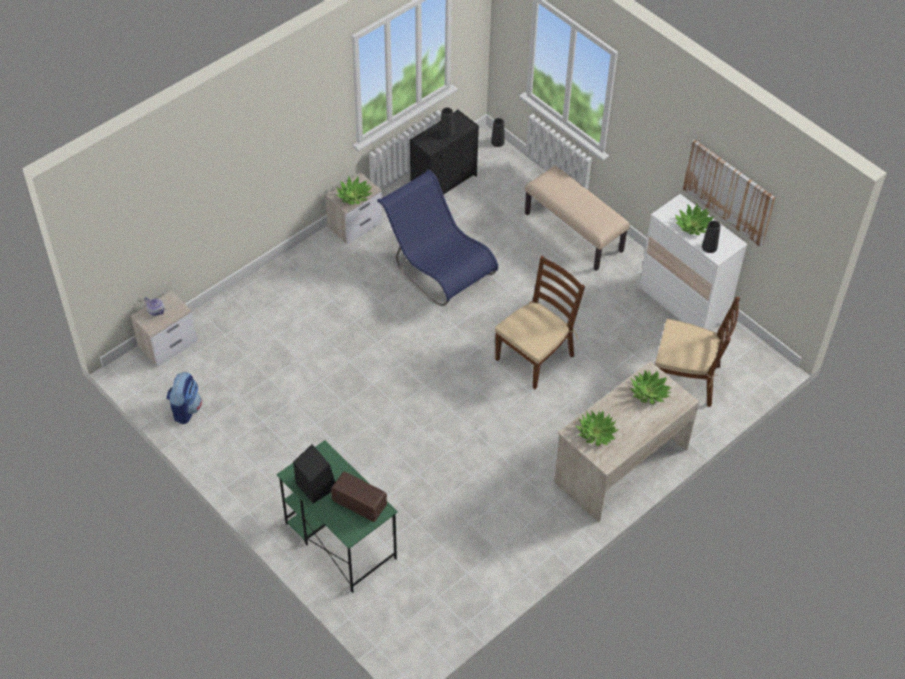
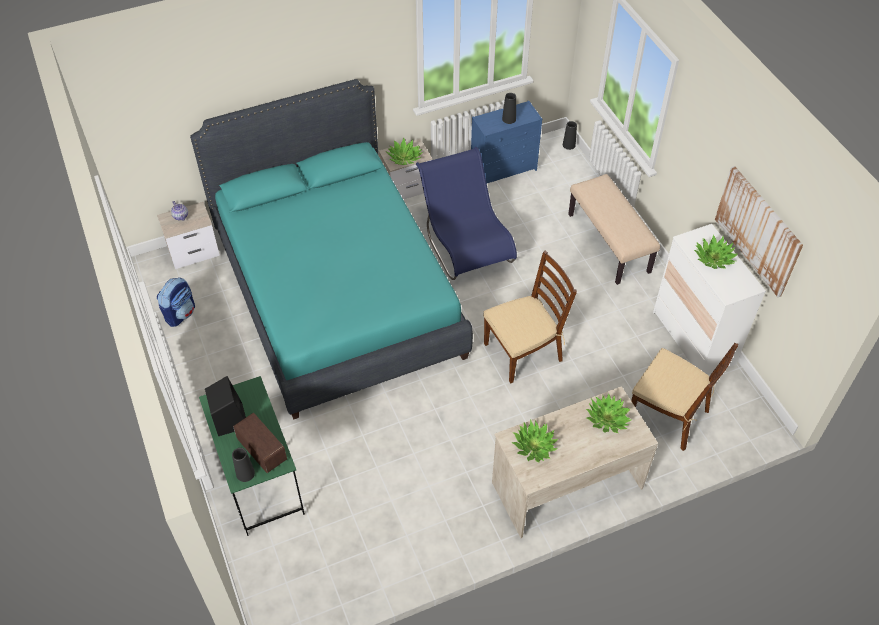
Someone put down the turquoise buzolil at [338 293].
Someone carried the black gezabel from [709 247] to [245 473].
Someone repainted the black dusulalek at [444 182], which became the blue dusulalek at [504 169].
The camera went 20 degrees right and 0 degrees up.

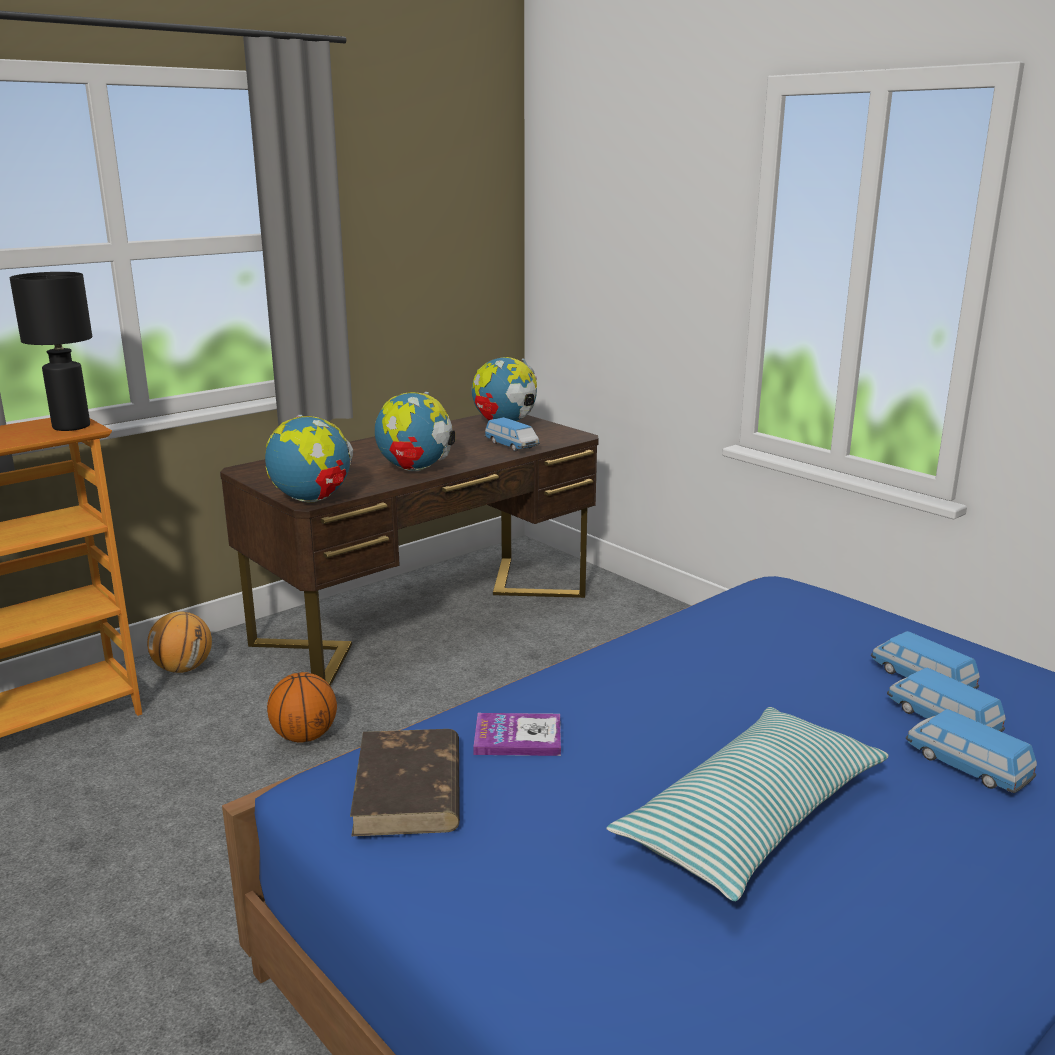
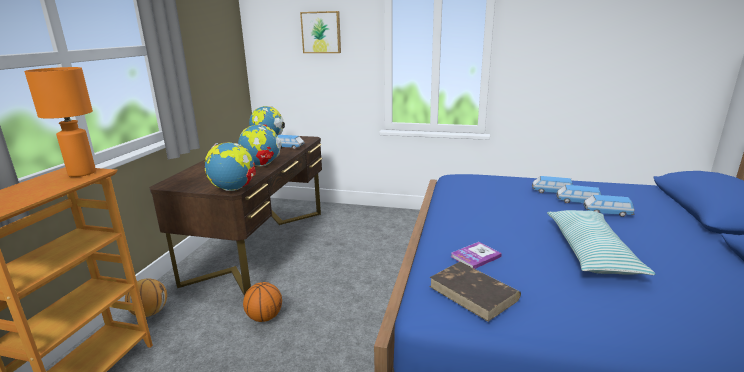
Someone repainted the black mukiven at [70 427], which became the orange mukiven at [82 173].
Someone put up the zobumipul at [321 32].
The camera went 35 degrees left and 0 degrees up.

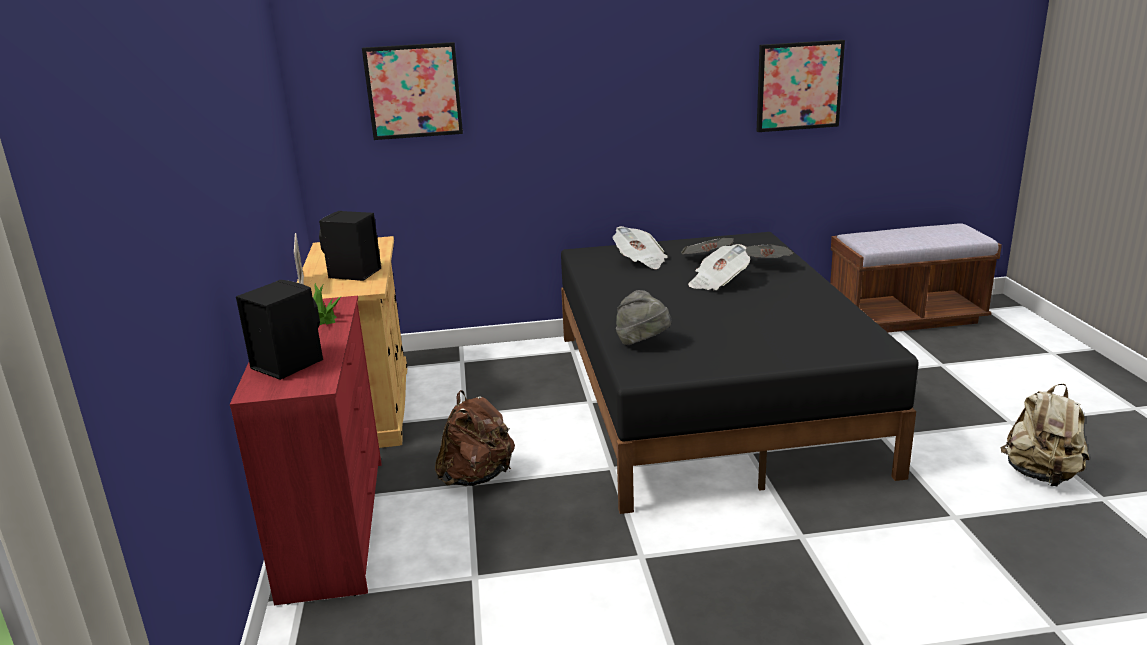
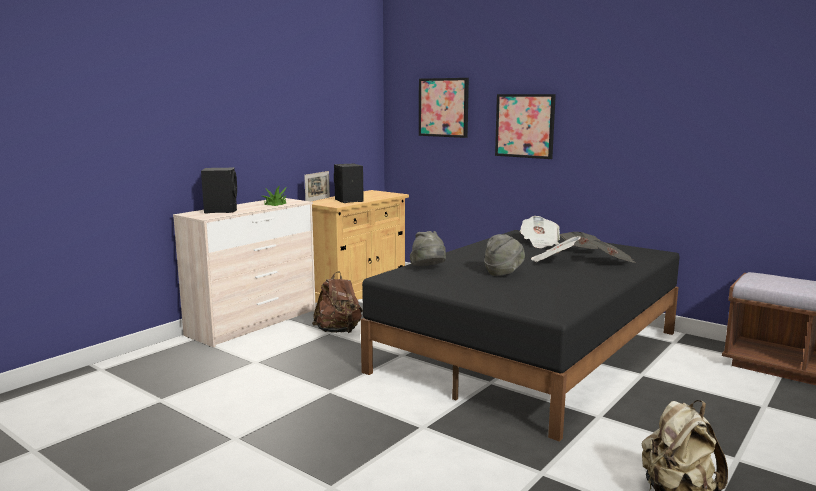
Someone repainted the red dusulalek at [336 527], which became the beige dusulalek at [253 323].
Someone put down the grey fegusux at [503 273].
Someone carried the zobumipul from [798 86] to [525 126].
The camera went 45 degrees right and 10 degrees down.

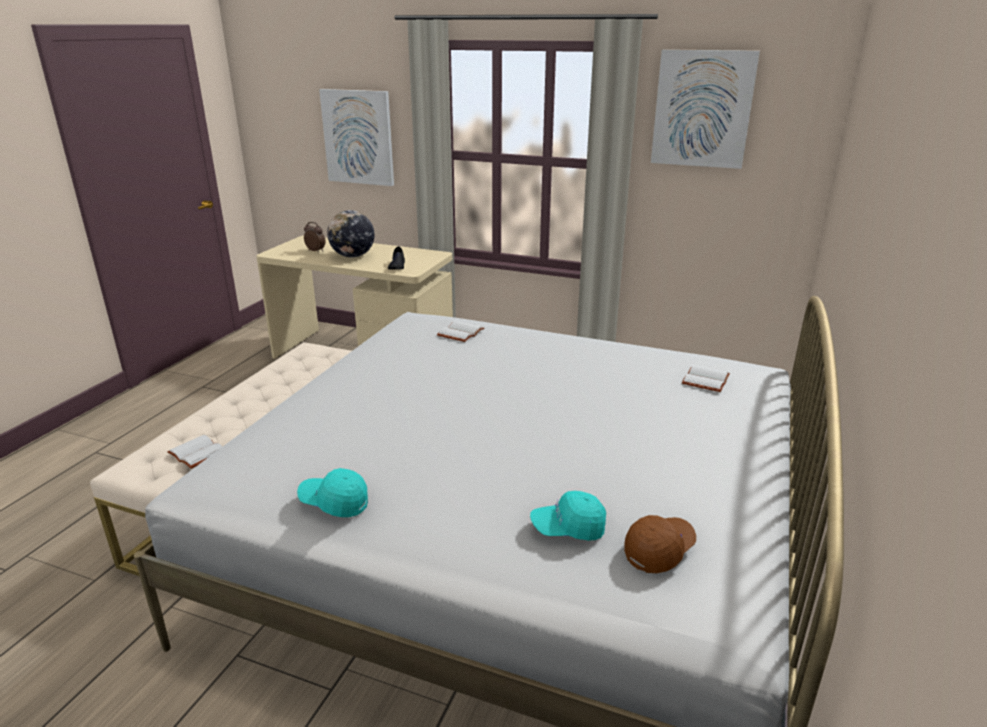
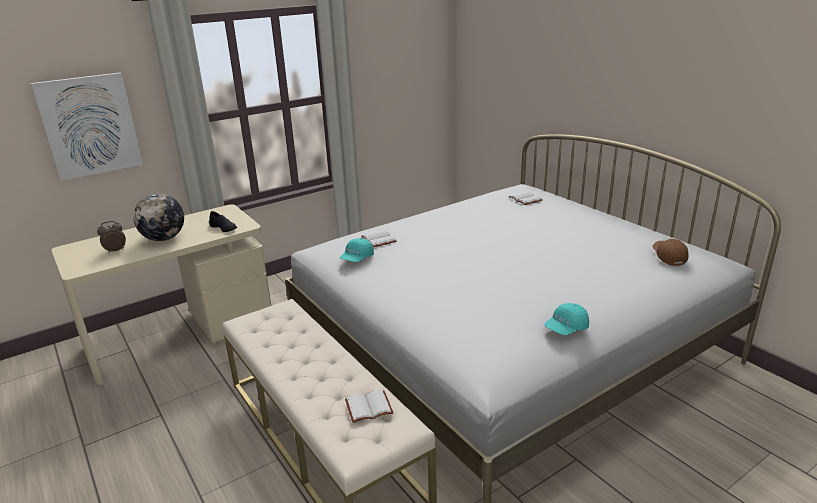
Someone carried the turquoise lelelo from [568 528] to [357 258].
Someone took away the zobumipul at [702 109].
The camera went 55 degrees left and 0 degrees up.

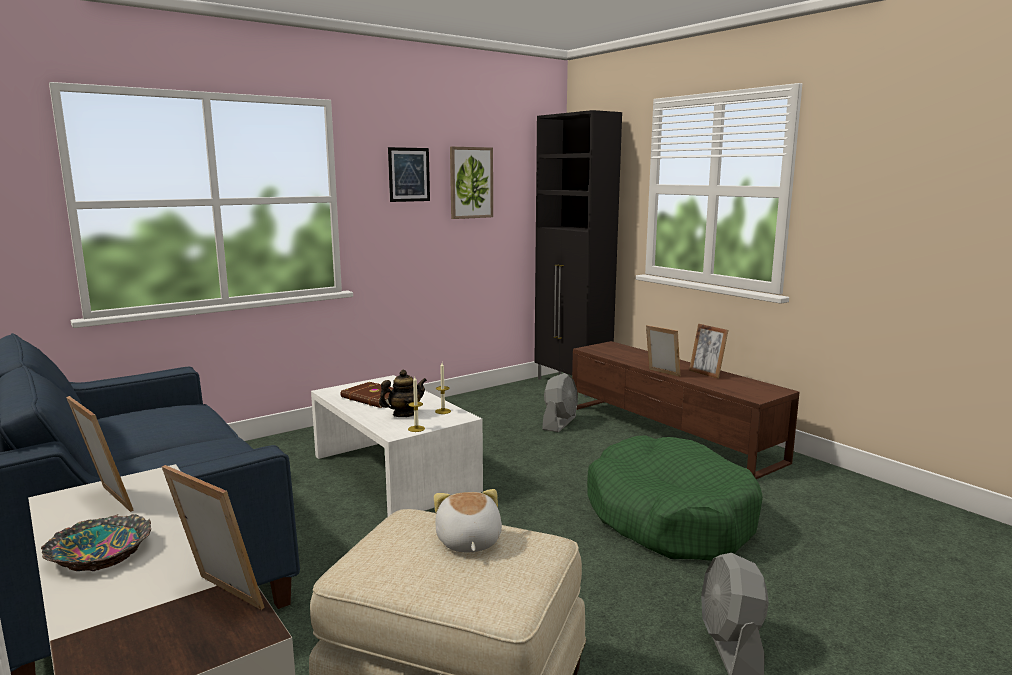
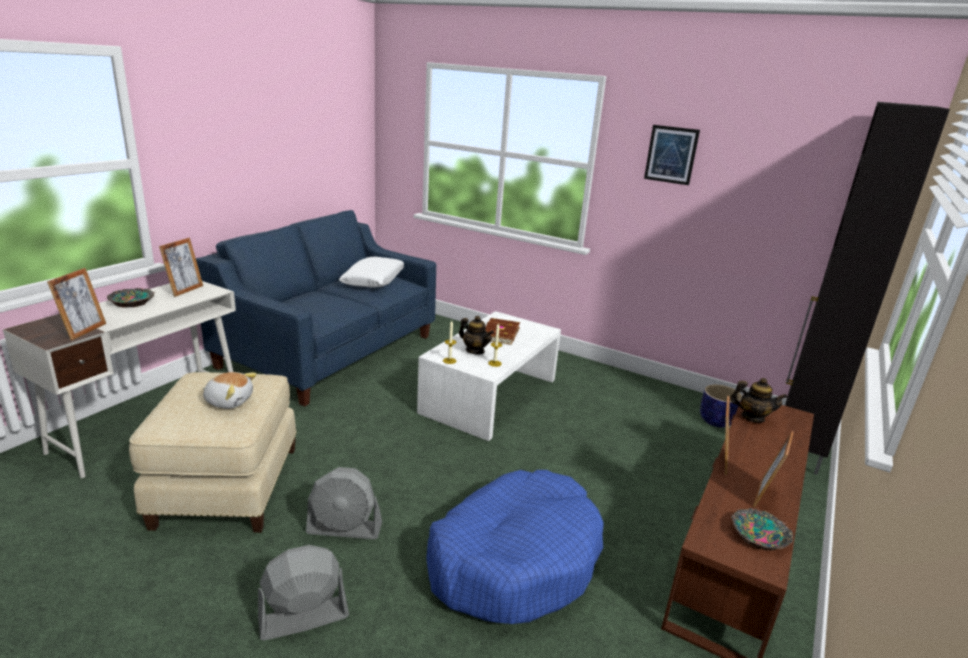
Someone rotated the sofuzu at [467 541] by 45 degrees clockwise.
Someone carried the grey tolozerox from [559 423] to [345 528].
Someone put down the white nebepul at [374 280].
Someone repainted the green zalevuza at [669 517], which became the blue zalevuza at [514 559].
Someone put down the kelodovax at [716 421].
Someone put down the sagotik at [752 417].
Someone put down the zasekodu at [760 535].
Someone took away the zobumipul at [471 182].
The camera went 65 degrees right and 10 degrees up.

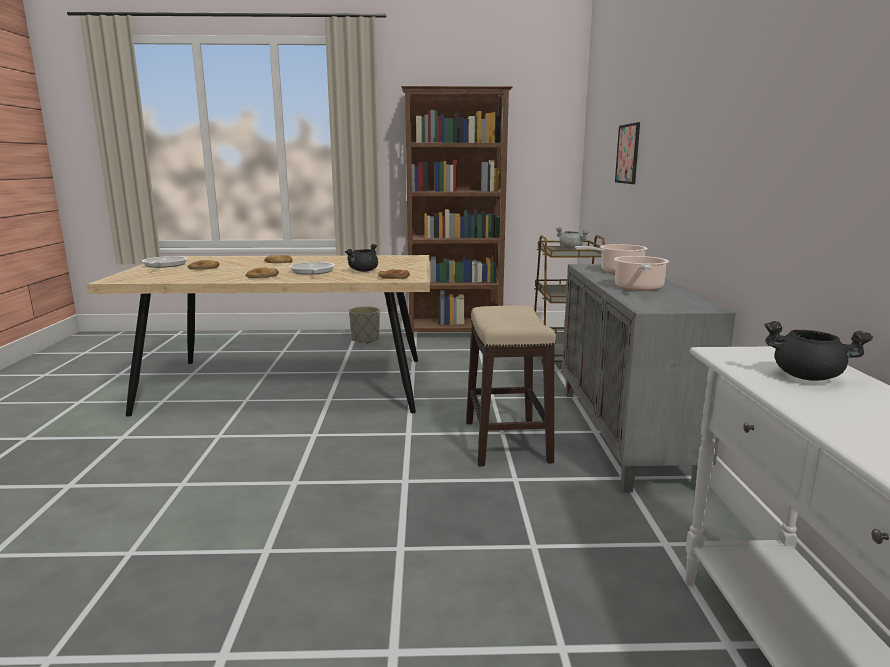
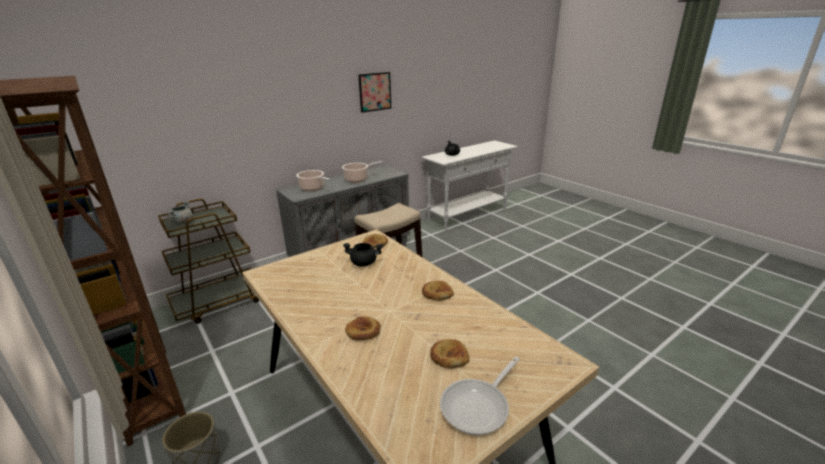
Someone carried the zobumipul from [628 154] to [375 92].
Someone took away the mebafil at [312 272].
The camera went 125 degrees left and 10 degrees up.

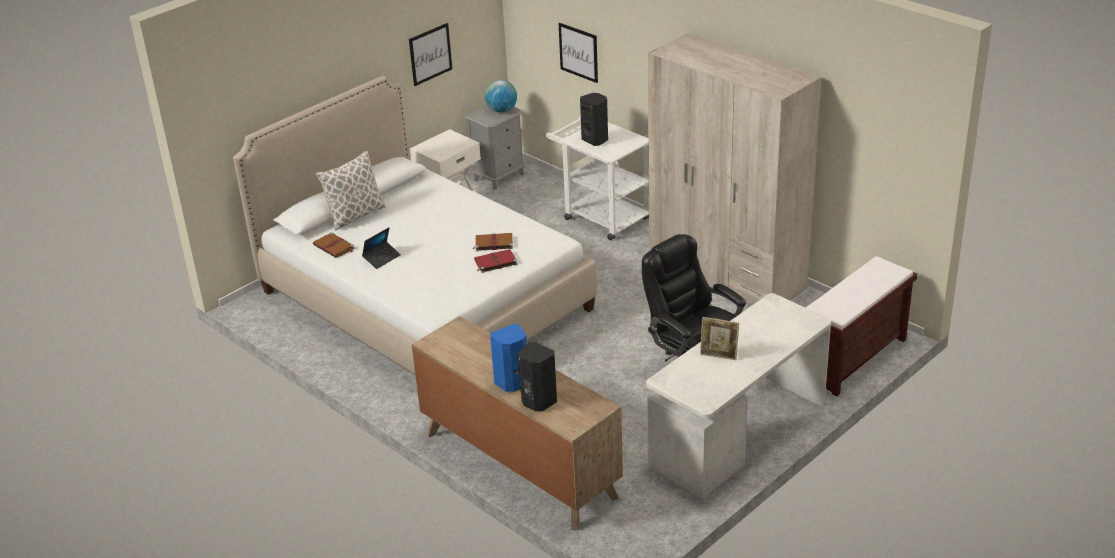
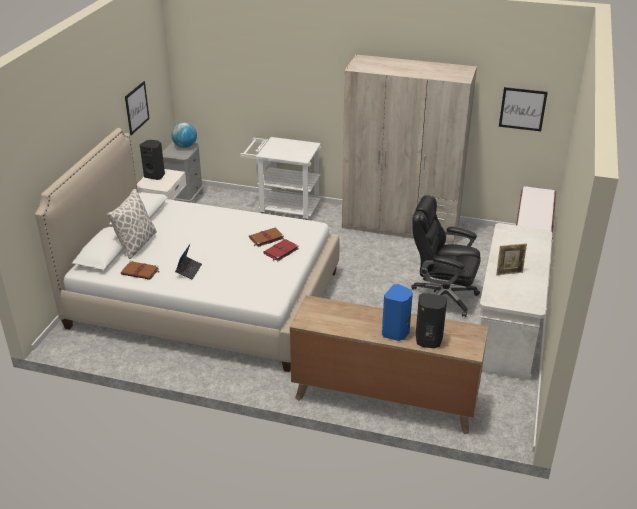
Someone carried the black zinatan from [595 140] to [155 175].
Someone carried the zobumipul from [578 52] to [522 109].
The camera went 30 degrees left and 0 degrees up.

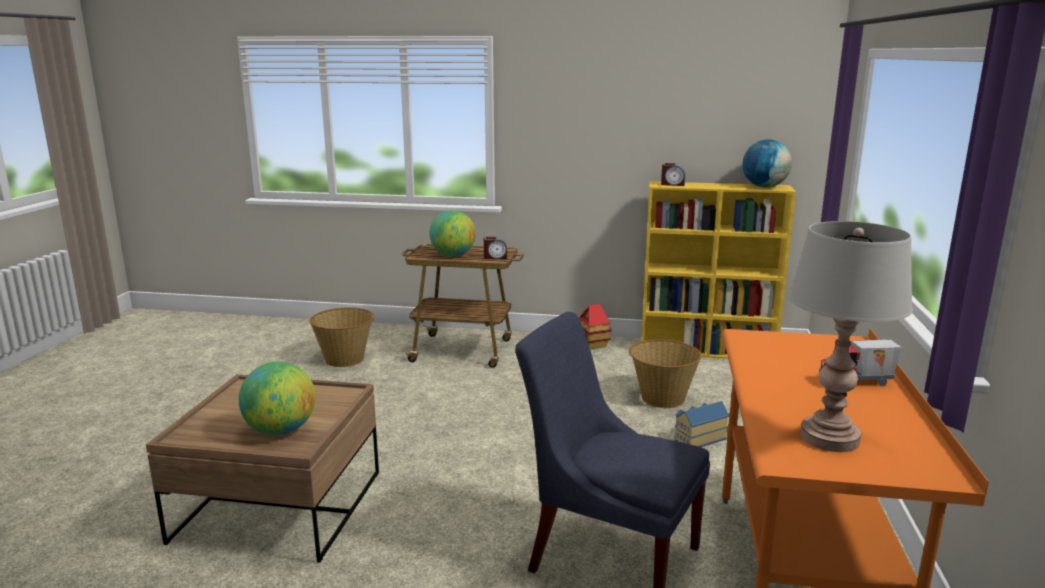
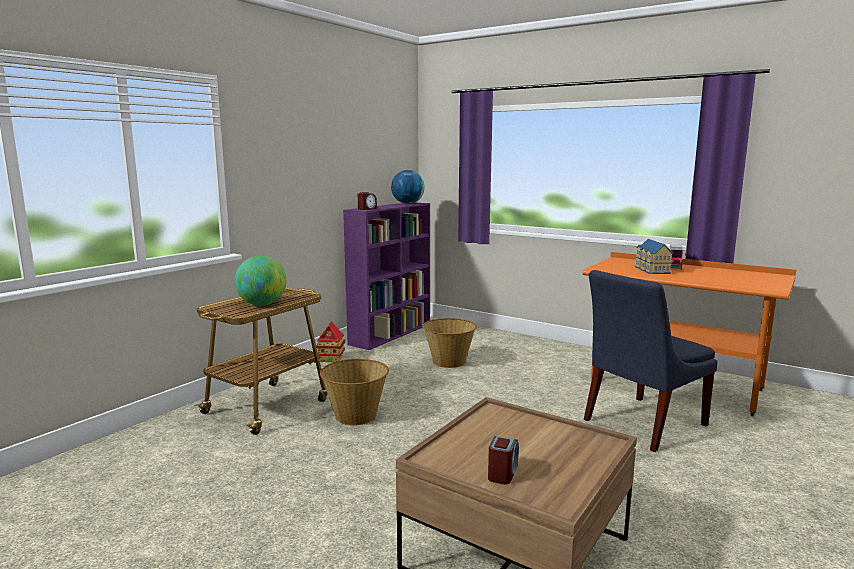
Someone carried the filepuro from [345 359] to [355 415].
Someone repainted the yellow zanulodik at [708 351], which became the purple zanulodik at [391 333].
Someone carried the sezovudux from [495 257] to [503 472].
Someone carried the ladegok from [698 438] to [651 270].
Someone took away the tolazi at [281 430].
Someone took away the grey mukiven at [829 438].
The camera went 65 degrees left and 5 degrees down.

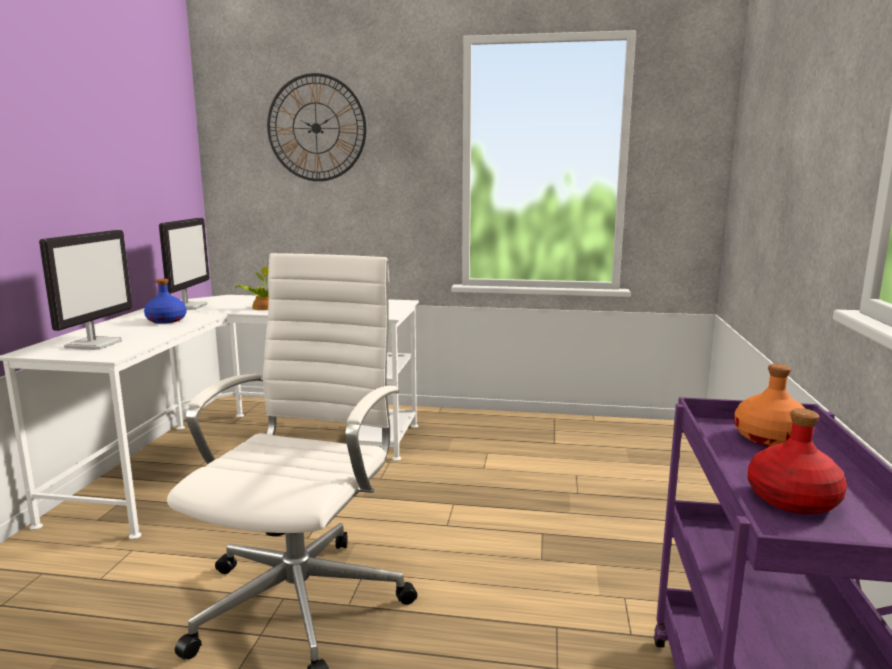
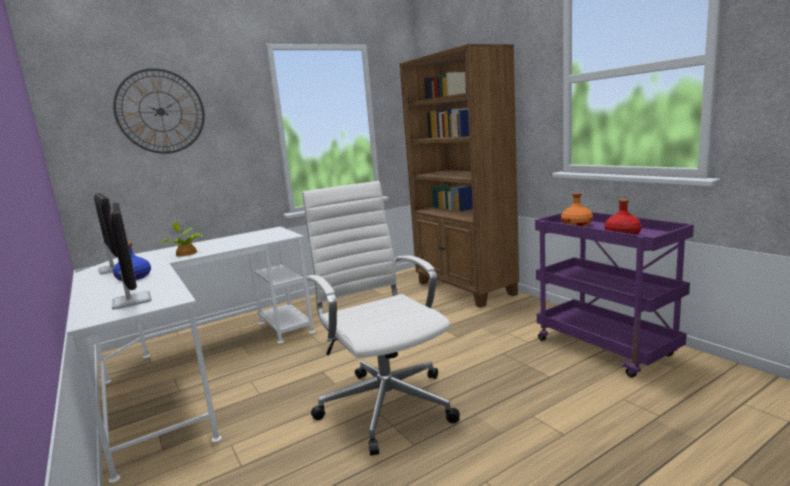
Someone put down the brown zanulodik at [465 289].
The camera went 40 degrees left and 0 degrees up.

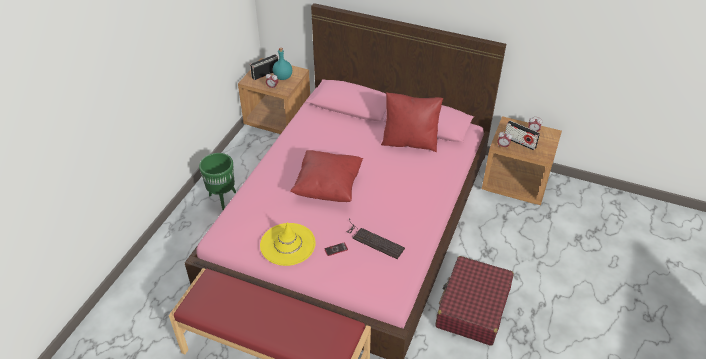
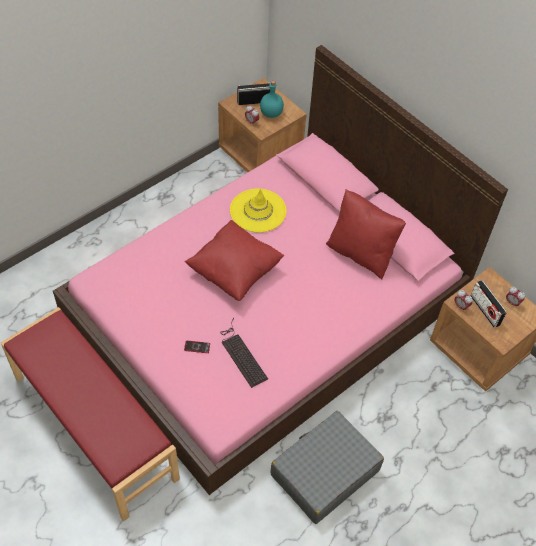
Someone carried the yellow fegusux from [287 244] to [258 210].
Someone repainted the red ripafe at [472 307], which became the grey ripafe at [324 473].
Someone took away the green kelodovax at [223 199].
The camera went 25 degrees right and 10 degrees up.

